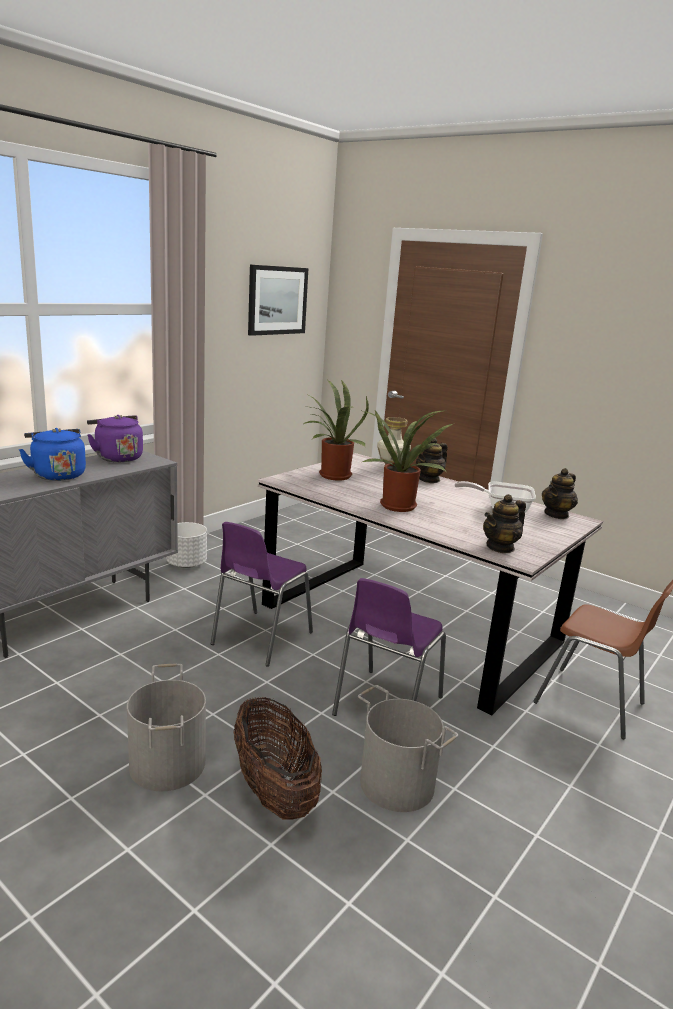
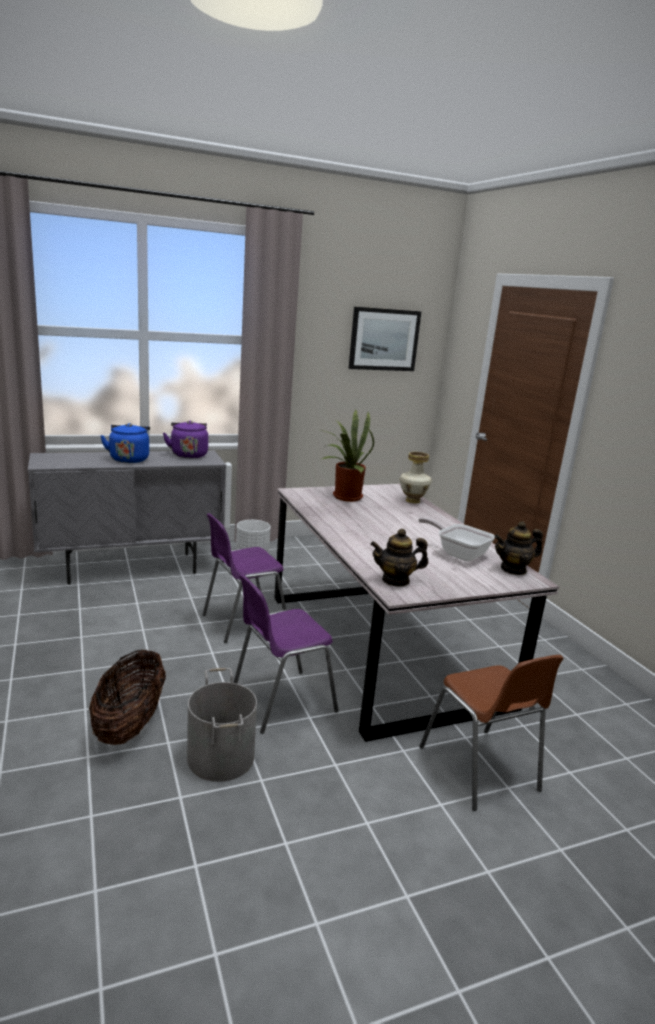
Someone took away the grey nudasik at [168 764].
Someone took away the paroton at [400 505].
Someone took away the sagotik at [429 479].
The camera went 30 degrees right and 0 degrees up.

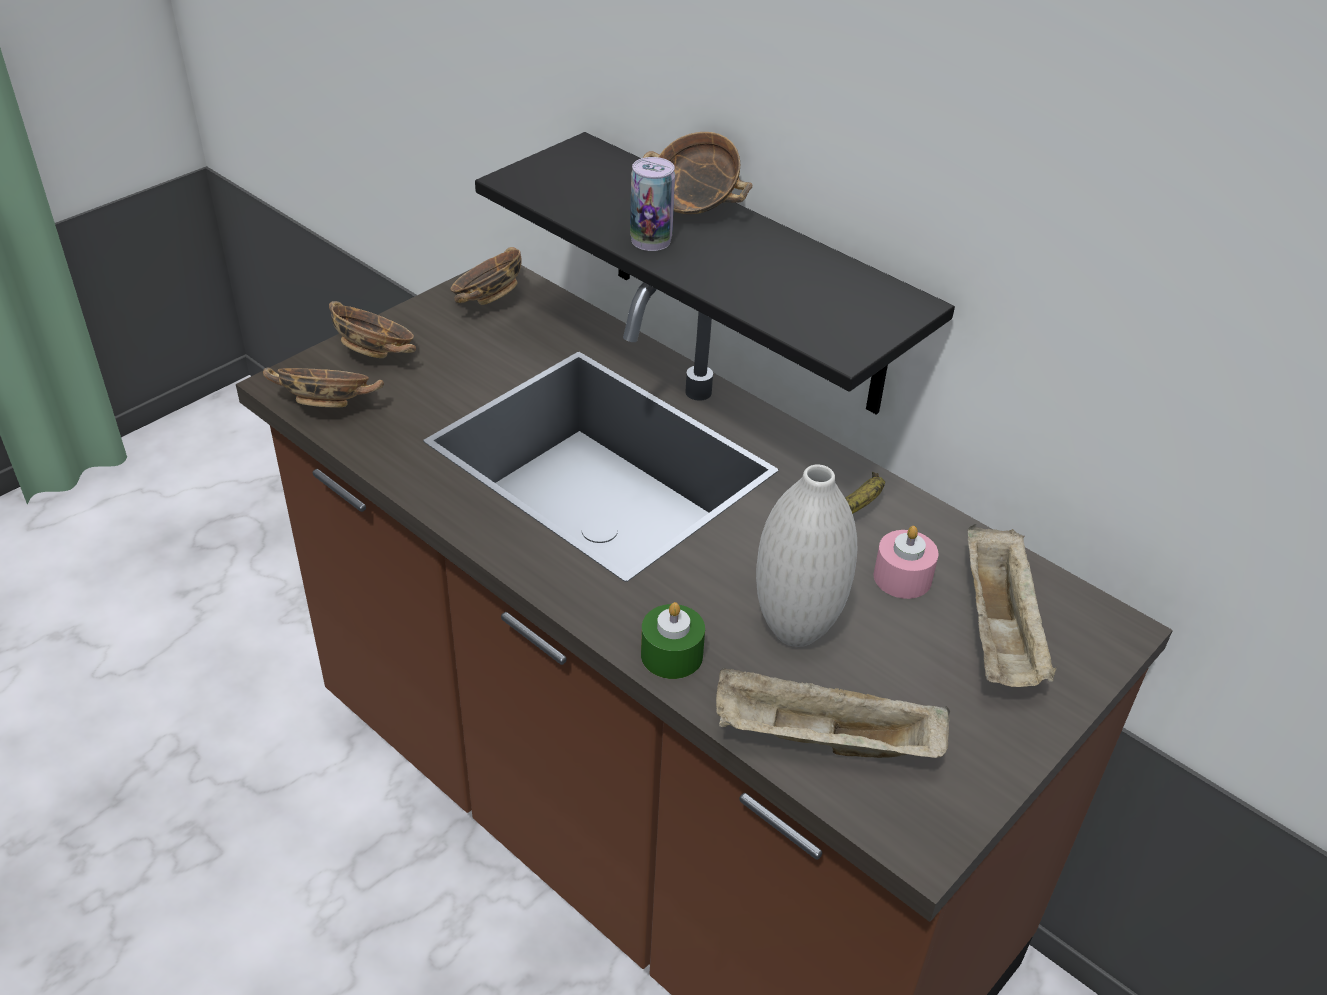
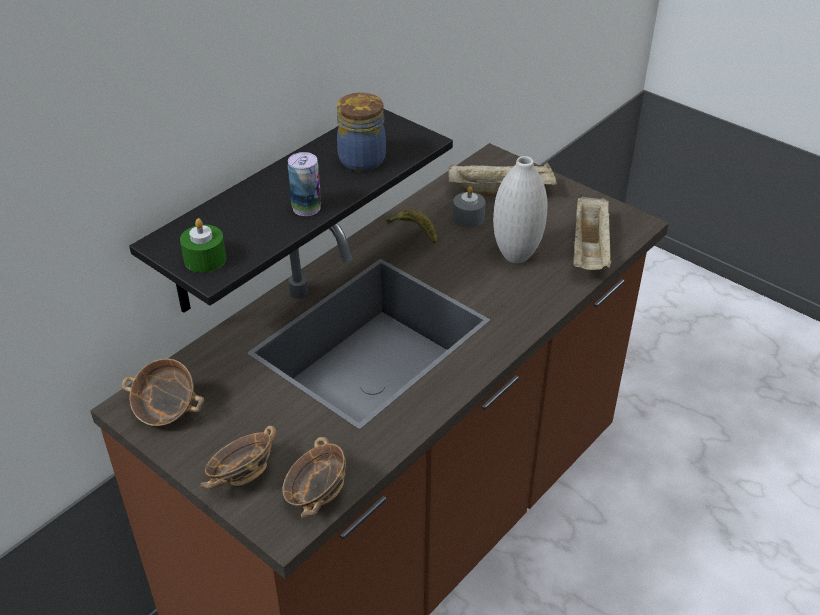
Someone carried the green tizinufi from [671 655] to [205 259].
Someone put down the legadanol at [361 158].
Someone repainted the pink tizinufi at [902 577], which became the grey tizinufi at [468 218].
Someone took away the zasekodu at [693 207].
The camera went 90 degrees left and 0 degrees up.

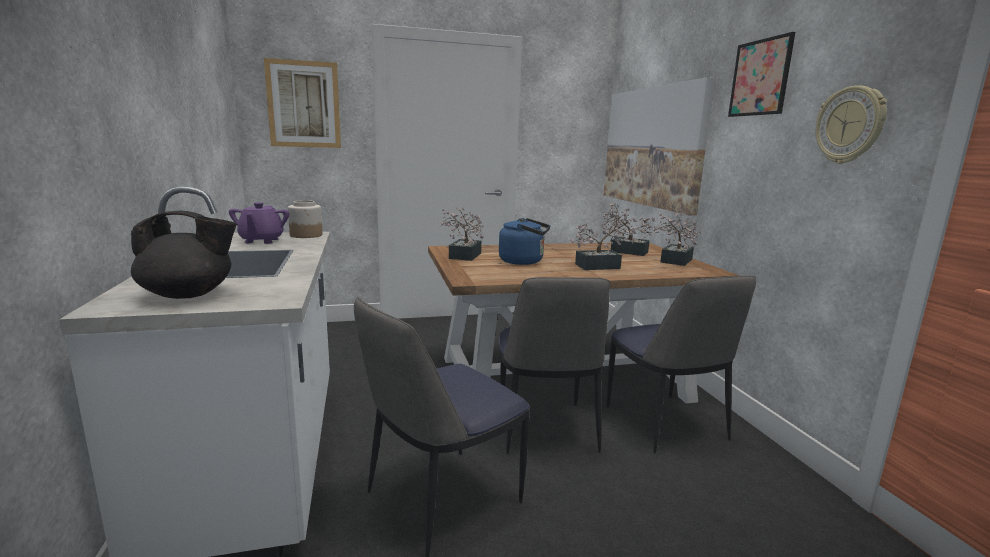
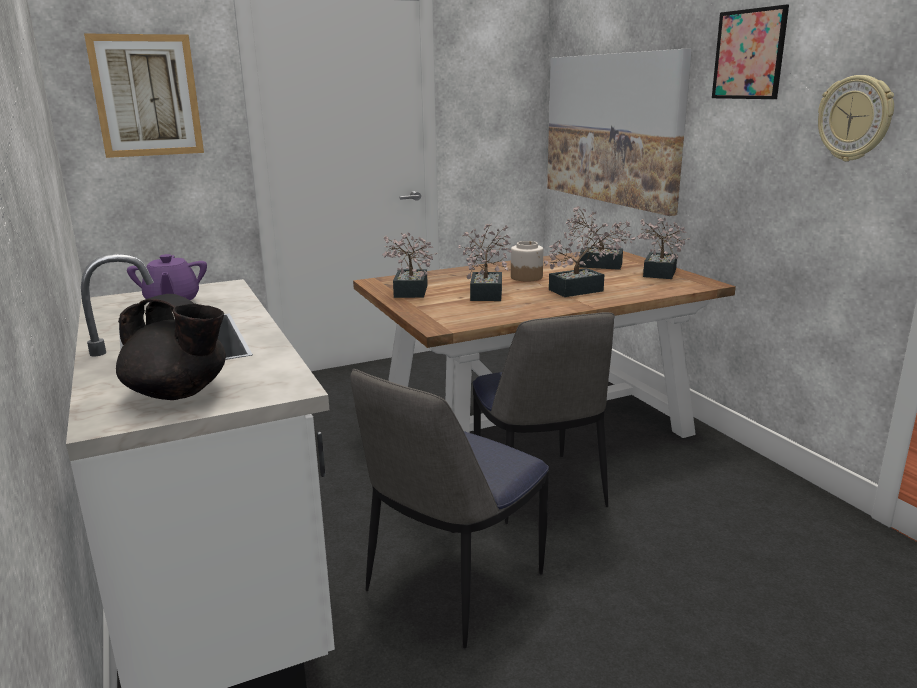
Someone rotated the black sagotik at [189 295] by 45 degrees clockwise.
Someone swapped the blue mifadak at [524 261] for the paroton at [487 292].
Someone carried the legadanol from [306 235] to [526 277].
Someone took away the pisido at [666 424].
The camera went 10 degrees left and 5 degrees up.

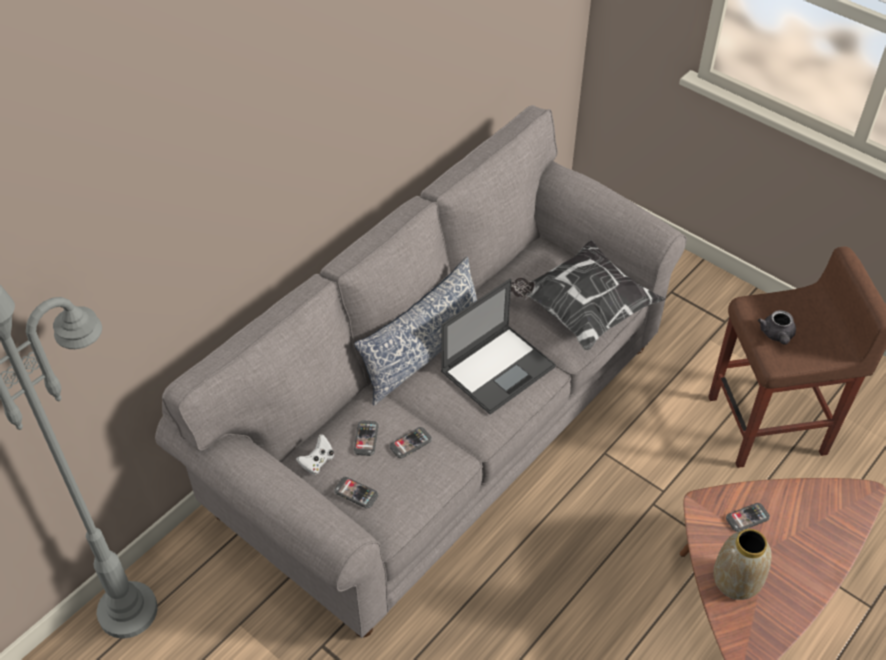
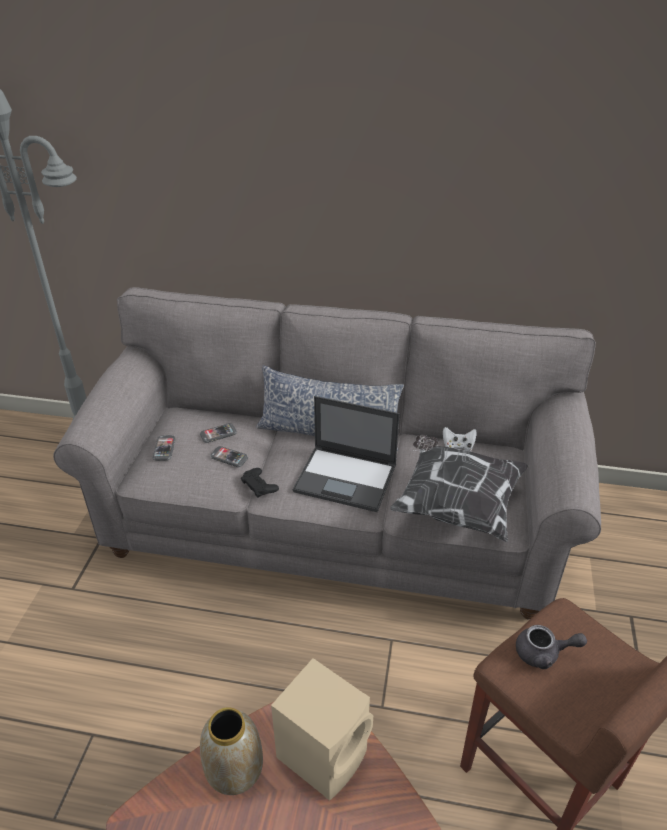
Someone put down the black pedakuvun at [259 485].
Someone swapped the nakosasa at [747 518] for the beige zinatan at [324 753].
Someone carried the white pedakuvun from [317 462] to [458 446].
Someone rotated the grey sagotik at [777 335] by 150 degrees counterclockwise.
The camera went 60 degrees right and 10 degrees down.

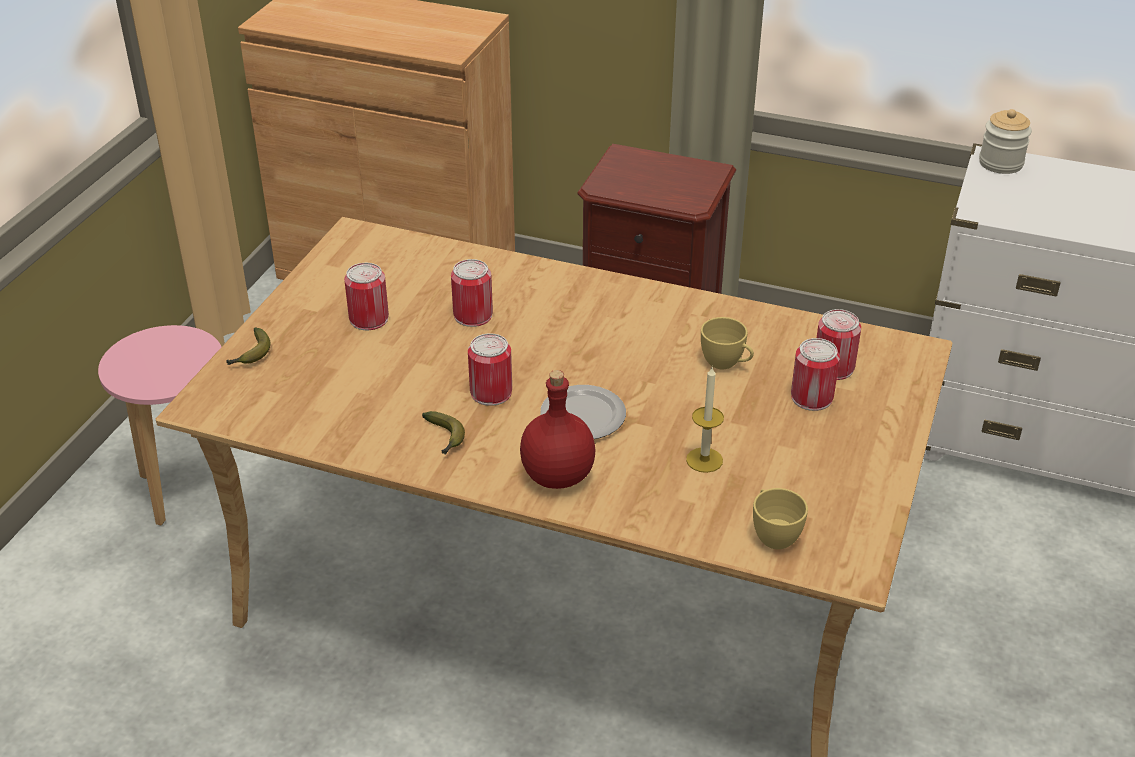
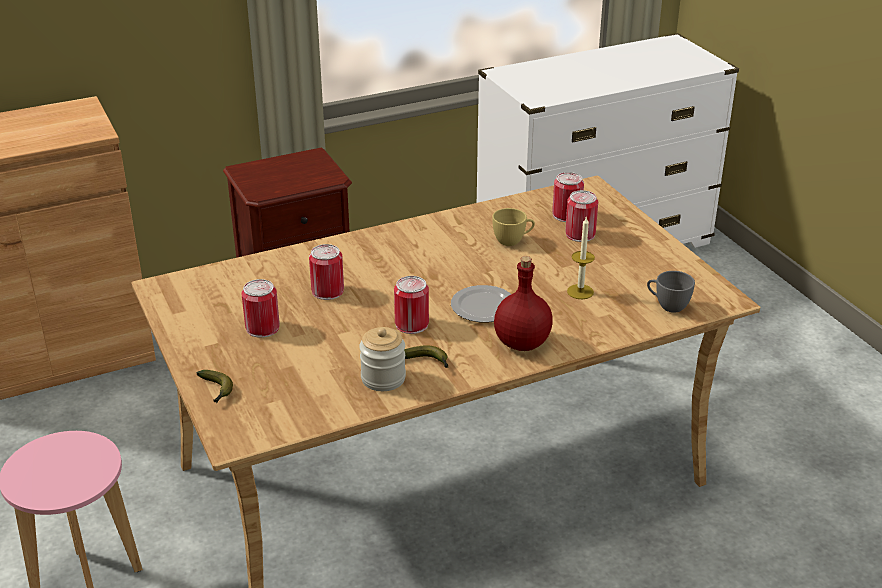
Someone carried the legadanol from [1000 163] to [383 378].
Someone repainted the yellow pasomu at [773 534], which became the grey pasomu at [667 305].
The camera went 45 degrees left and 5 degrees down.

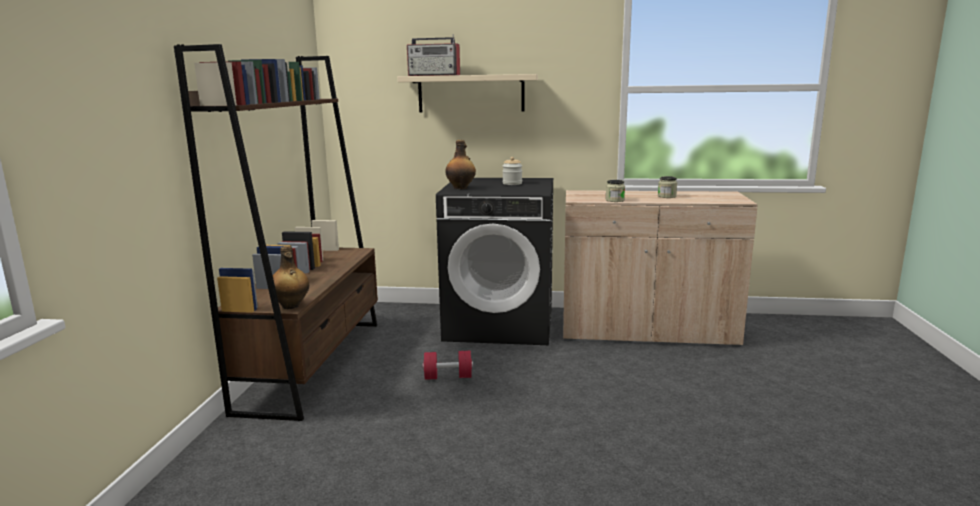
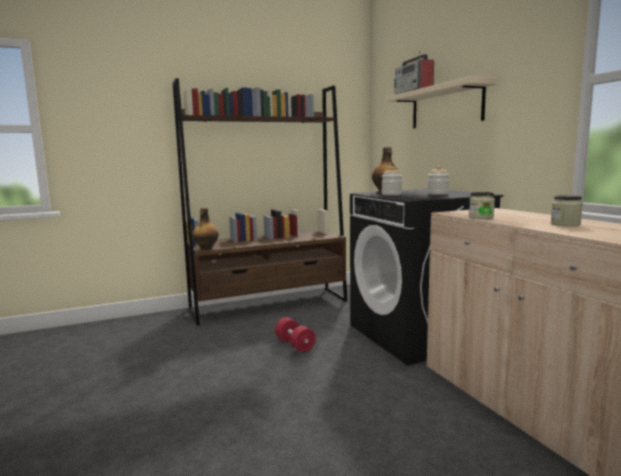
Someone put down the legadanol at [391 194].
The camera went 60 degrees right and 5 degrees down.

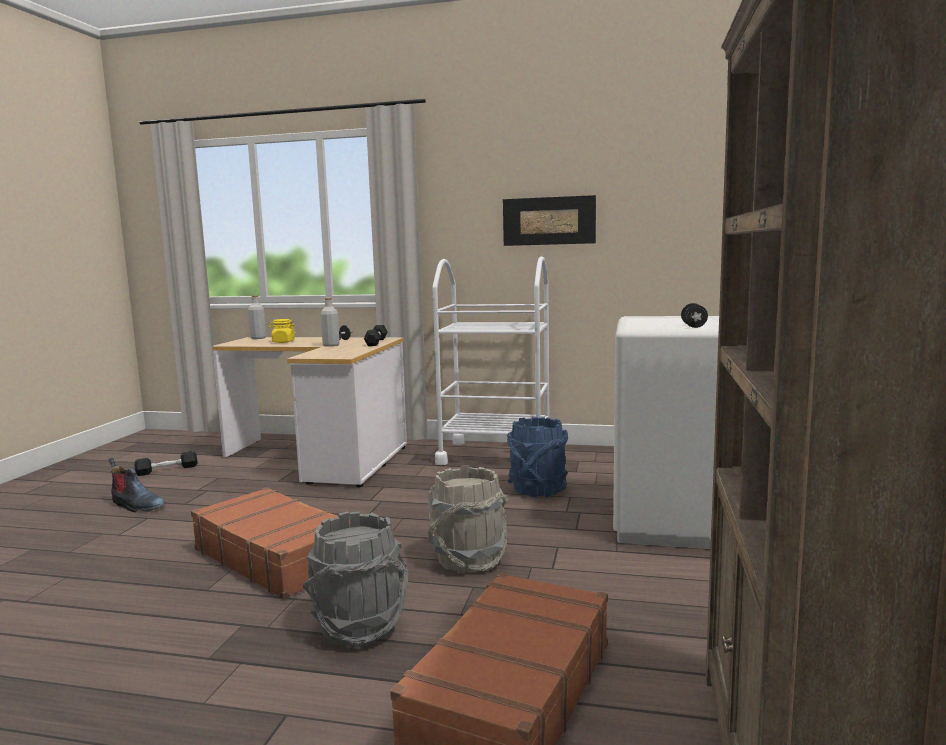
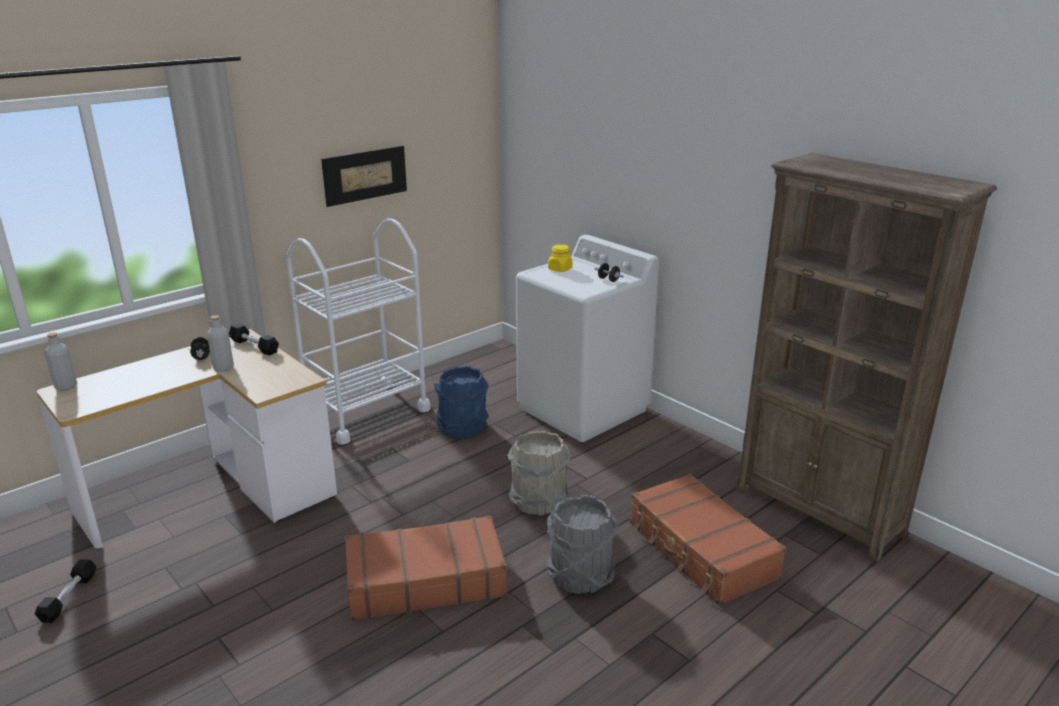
Someone carried the yellow legadanol from [283 342] to [560 269].
Someone took away the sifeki at [136 506].
The camera went 55 degrees left and 15 degrees up.

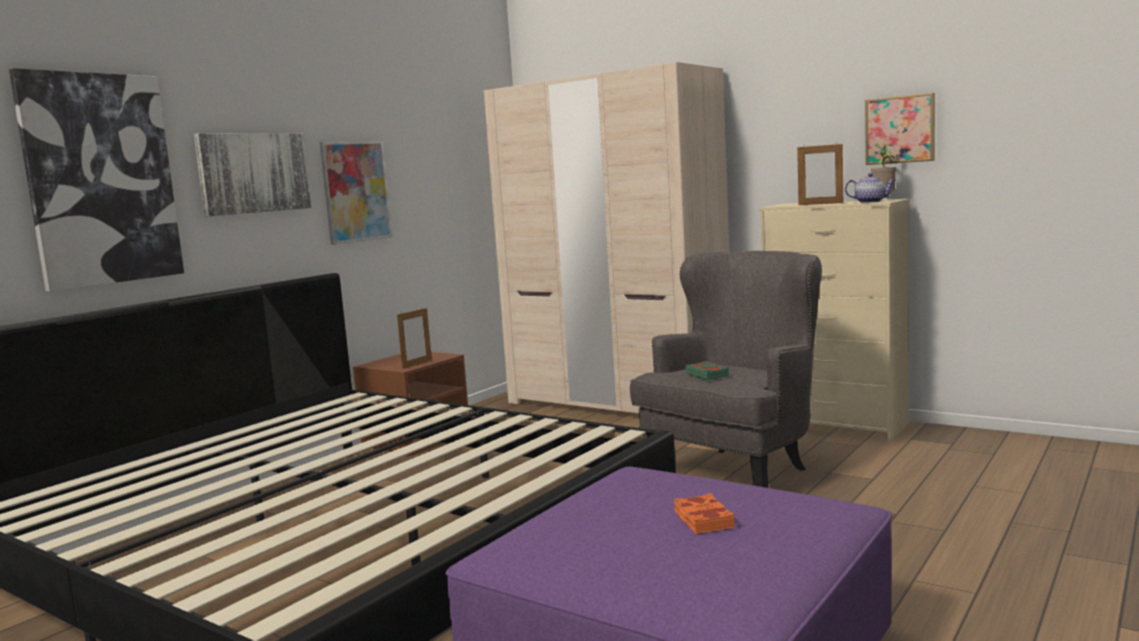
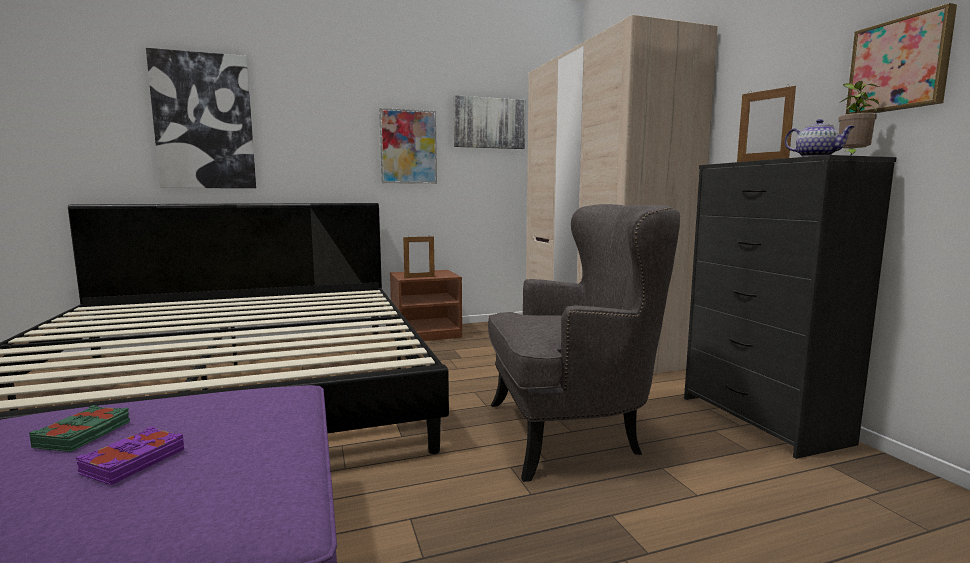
Someone carried the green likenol from [707 375] to [84 435].
Someone repainted the orange likenol at [703 520], which became the purple likenol at [132 461].
Someone carried the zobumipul from [253 173] to [489 123].
Someone repainted the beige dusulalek at [838 425], which became the black dusulalek at [763 420].
The camera went 35 degrees right and 0 degrees up.

